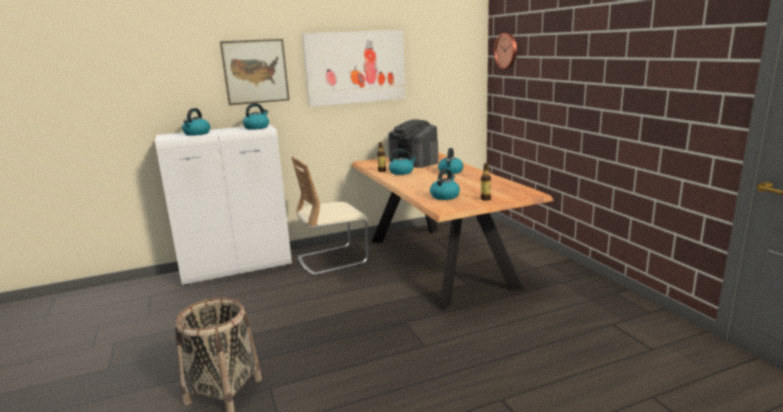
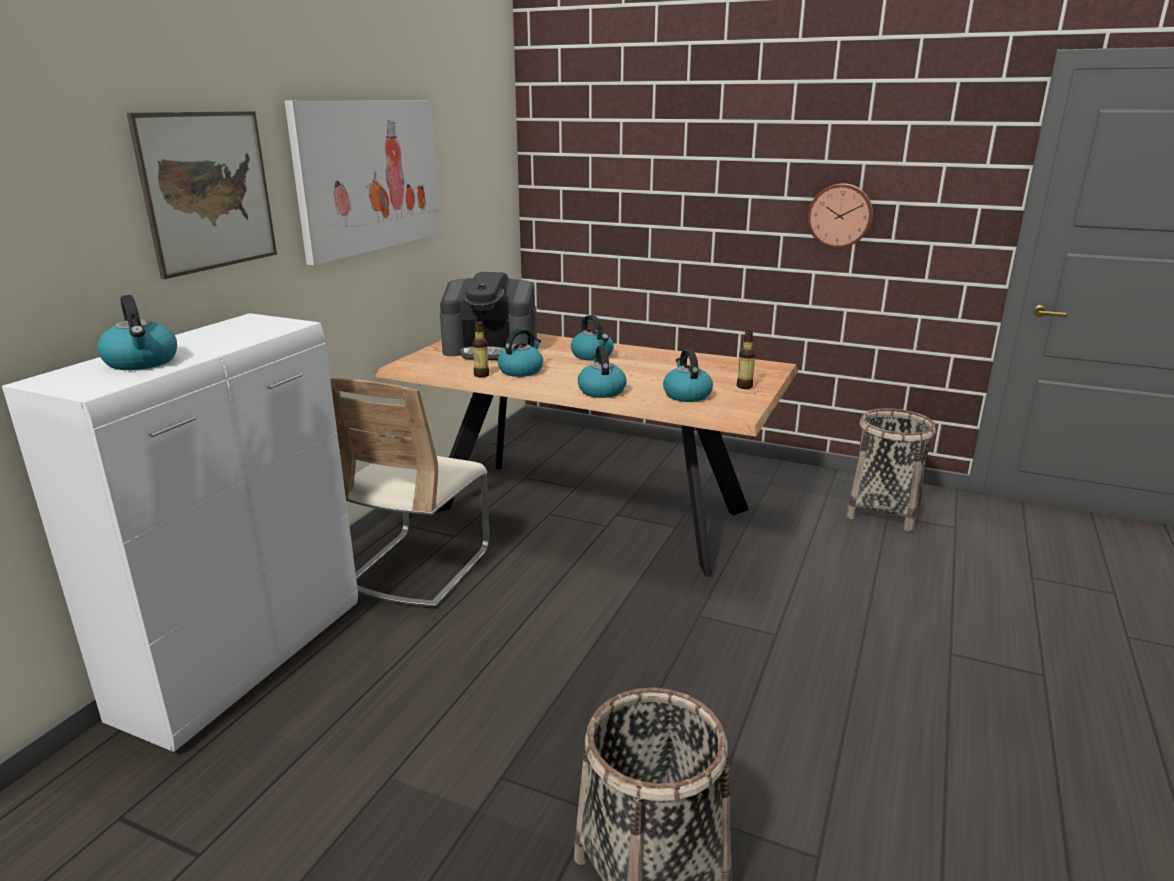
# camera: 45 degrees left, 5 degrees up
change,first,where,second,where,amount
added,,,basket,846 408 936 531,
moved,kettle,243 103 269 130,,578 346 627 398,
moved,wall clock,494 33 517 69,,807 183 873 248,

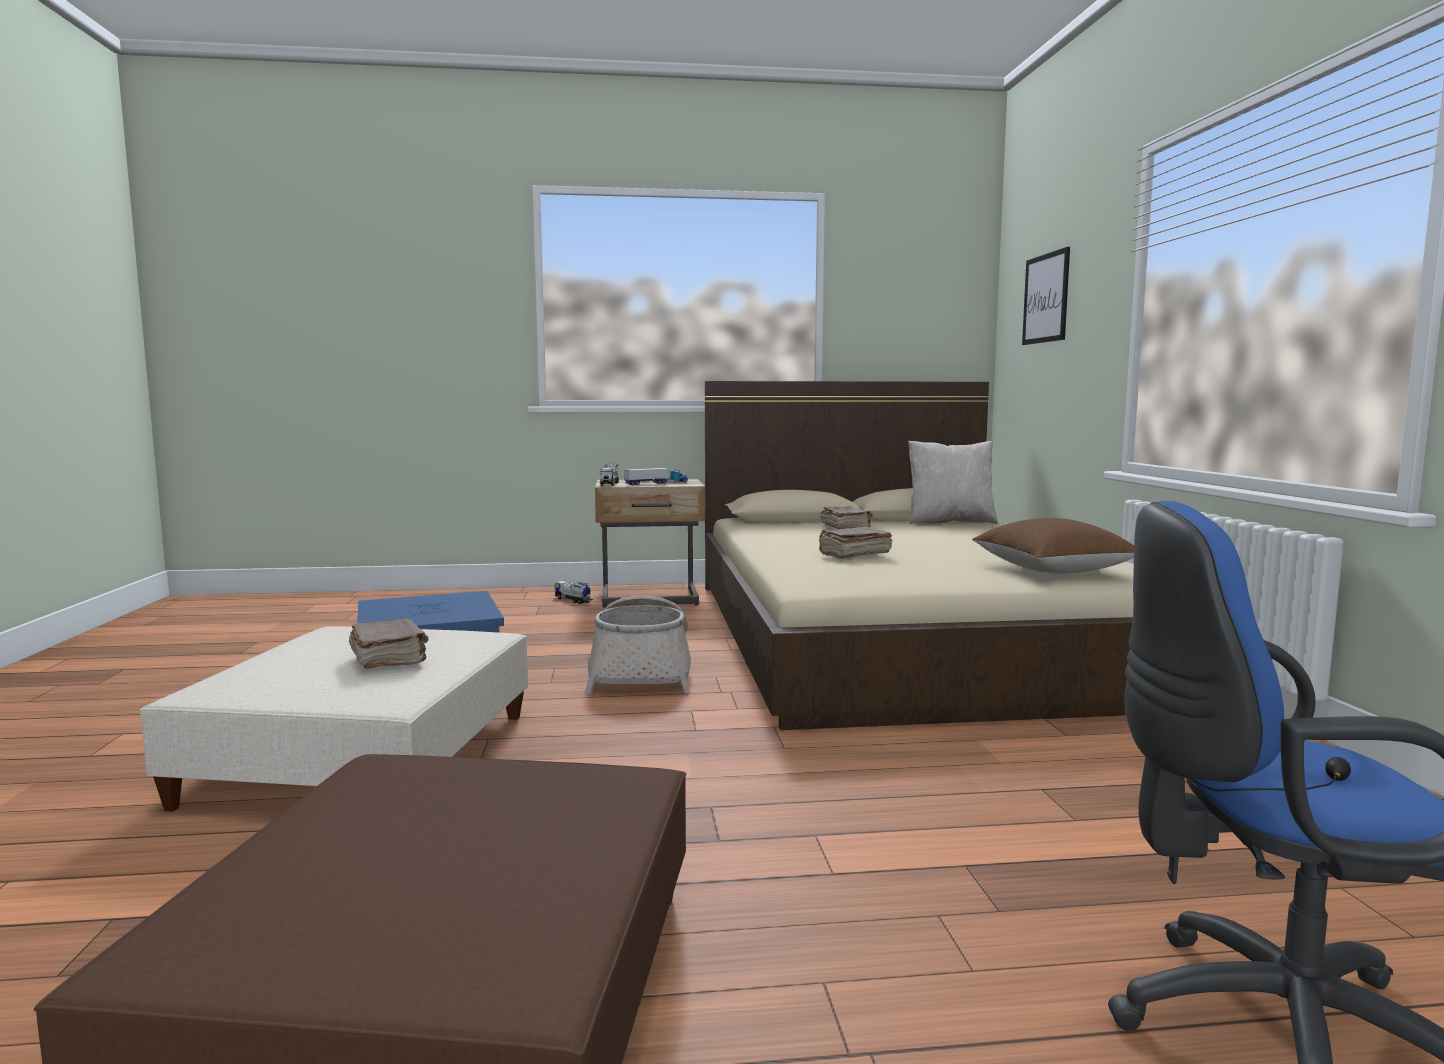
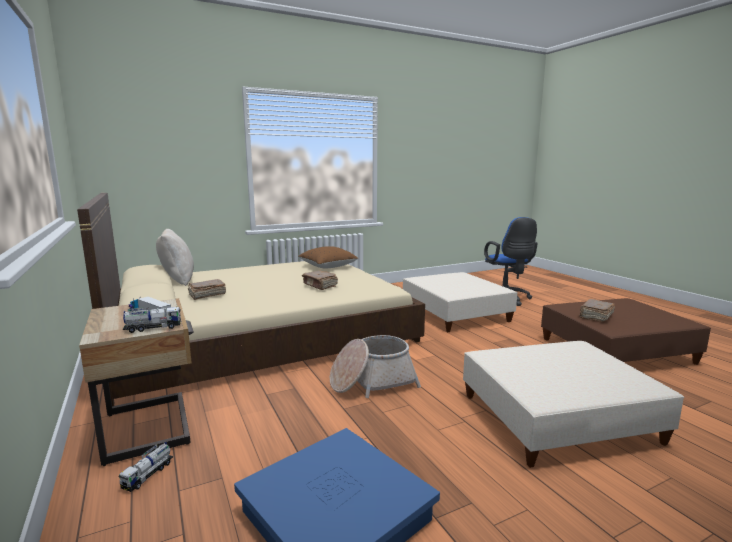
# camera: 110 degrees left, 5 degrees up
change,first,where,second,where,amount
removed,picture,1022 247 1070 345,,,
added,,,ottoman in beige,403 272 518 332,
moved,book in brown,349 618 429 669,,579 299 615 322,

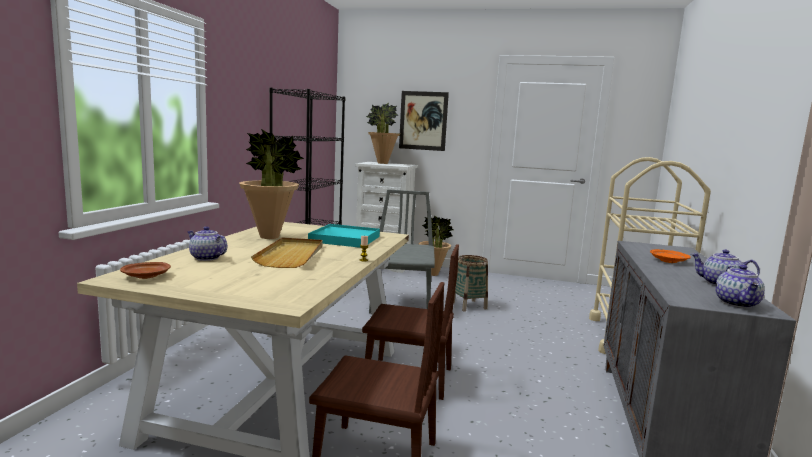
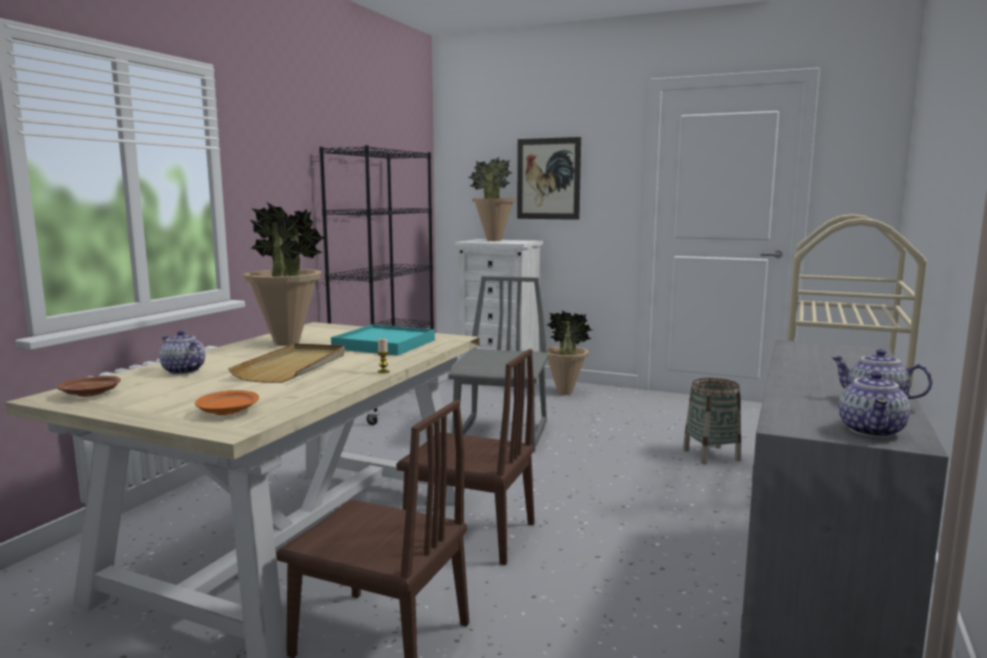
# camera: 10 degrees right, 0 degrees up
change,first,where,second,where,amount
moved,basket,454 255 488 311,,683 378 741 465,
moved,plate in orange,650 249 691 263,,195 390 259 415,

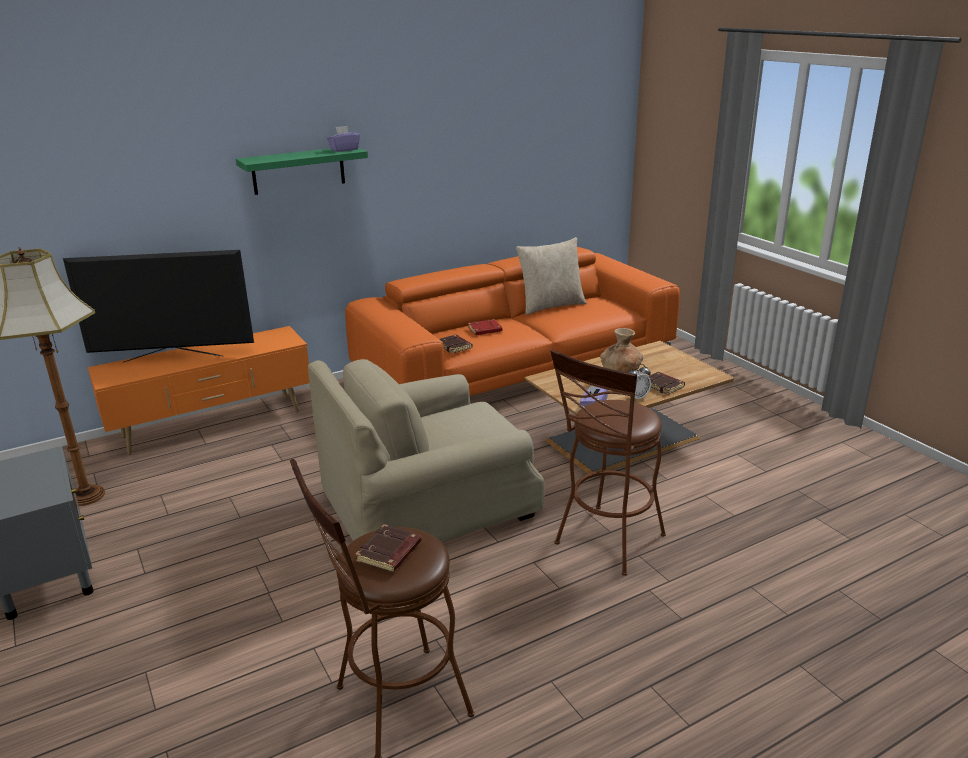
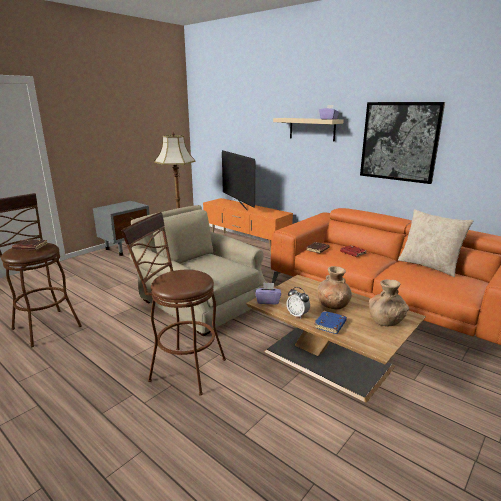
# camera: 70 degrees right, 5 degrees down
change,first,where,second,where,amount
added,,,picture,360 102 445 184,
added,,,vase in brown,369 279 409 326,
recoloured,shelf in green,236 148 368 195,shelf in beige,273 118 344 141,
recoloured,book in brown,649 372 685 395,book in blue,314 311 347 334,

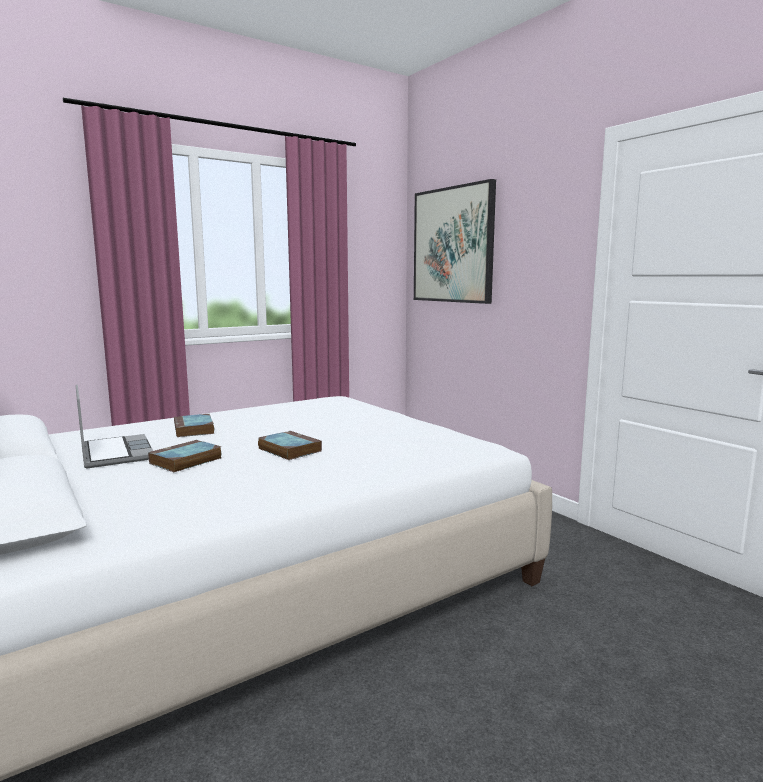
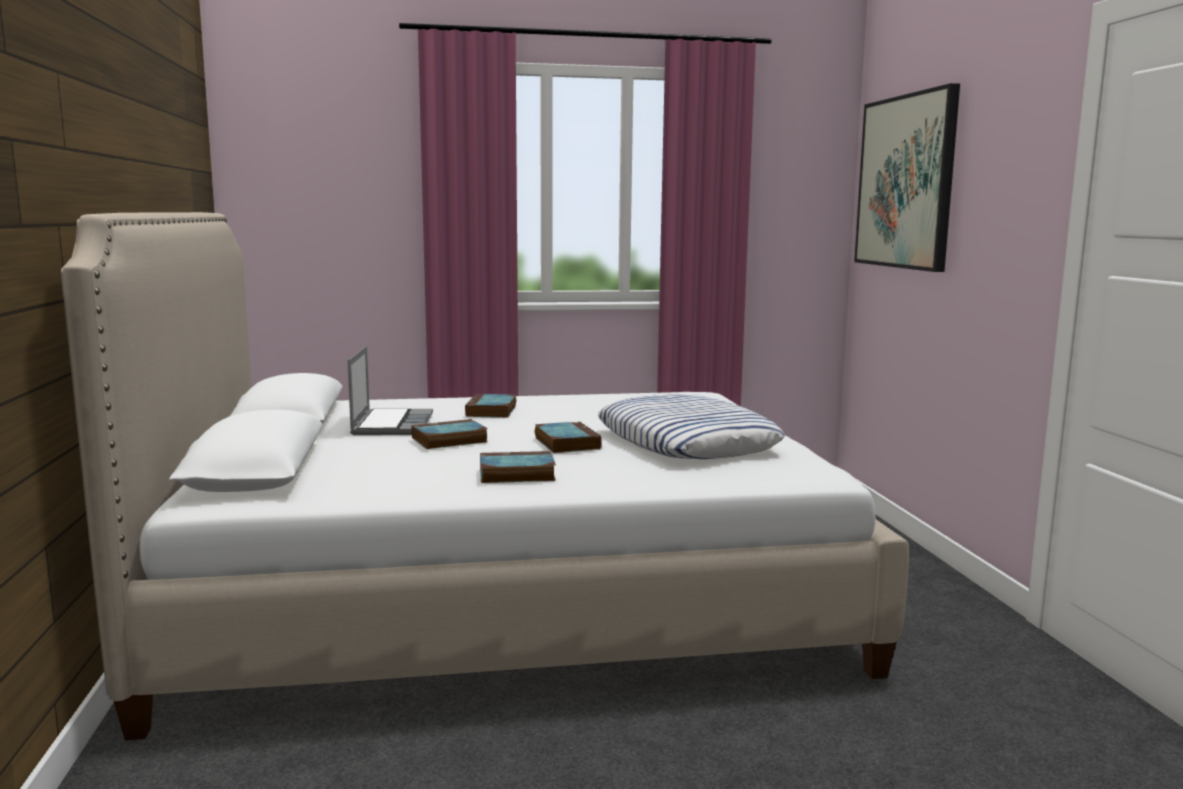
# camera: 25 degrees right, 0 degrees up
change,first,where,second,where,amount
added,,,book,480 451 556 483,
added,,,pillow,598 394 785 459,

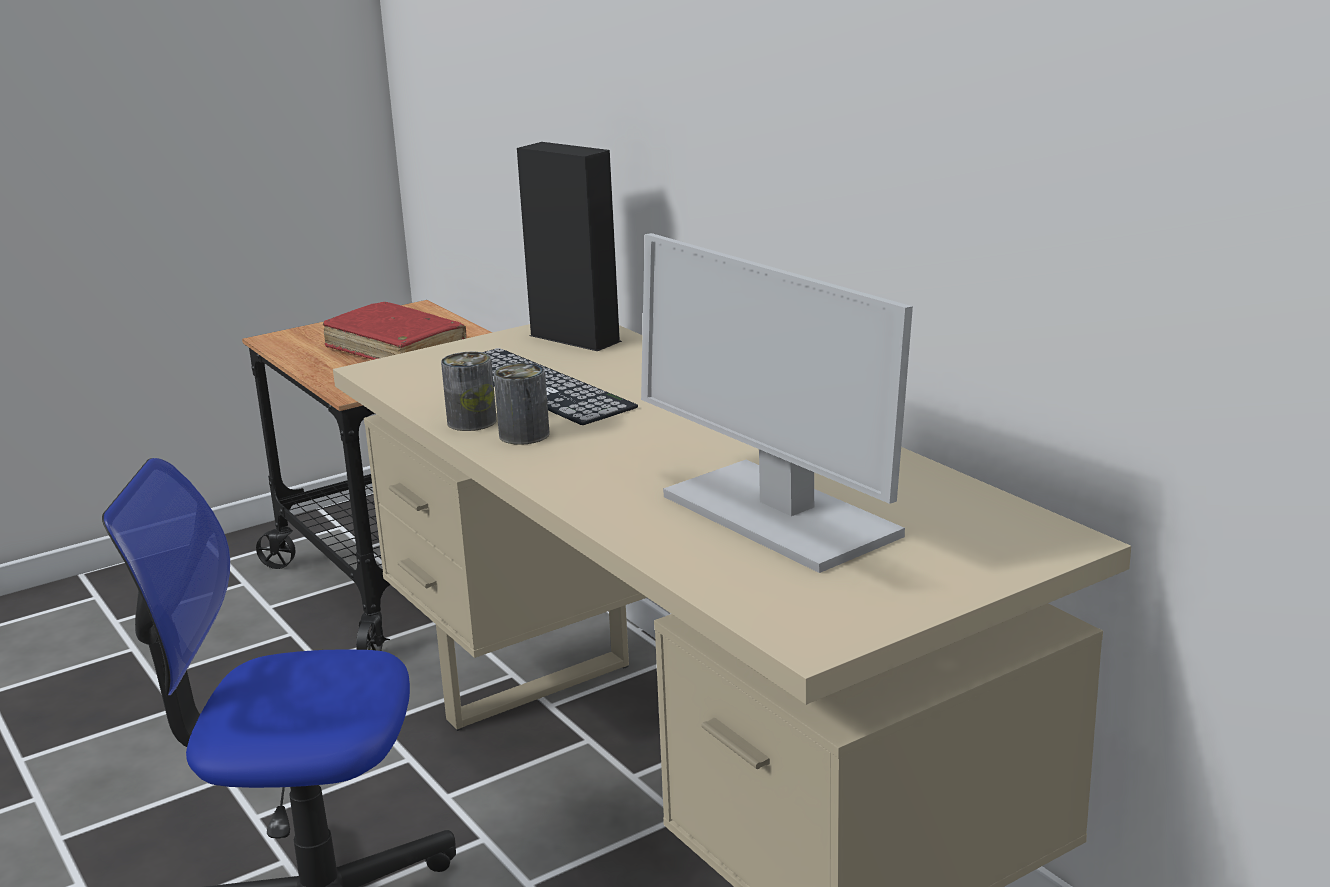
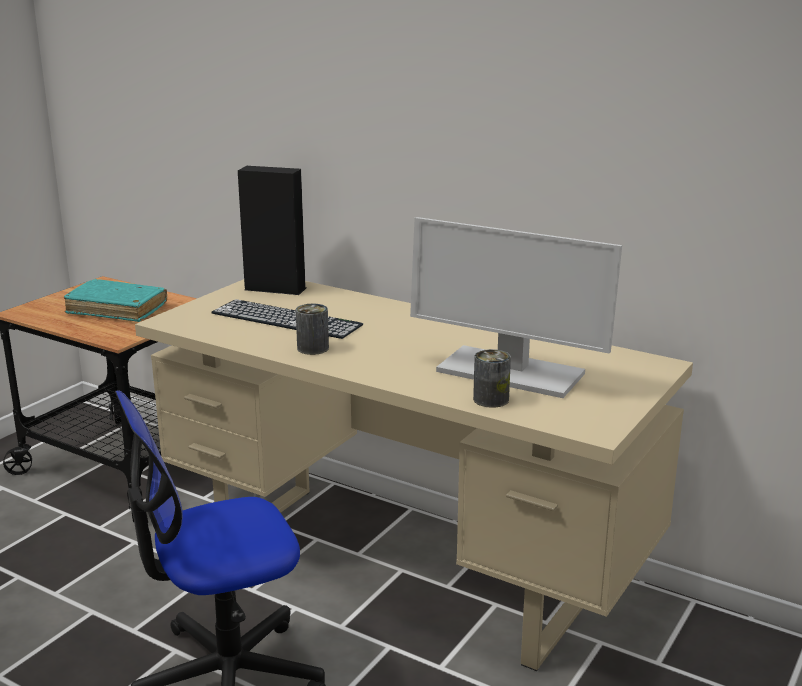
# camera: 25 degrees left, 0 degrees up
change,first,where,second,where,amount
moved,can,441 352 497 431,,473 349 511 408,
recoloured,book in red,323 302 467 360,book in turquoise,64 279 167 322,

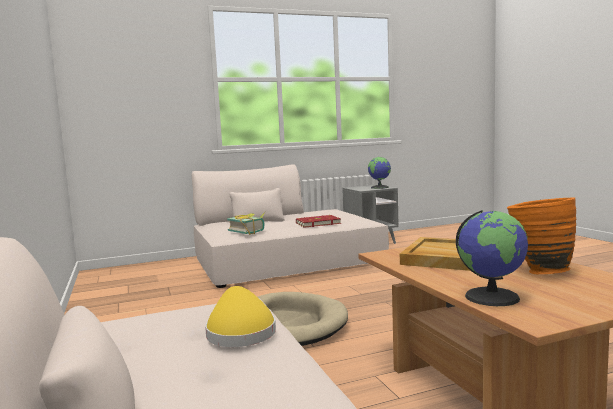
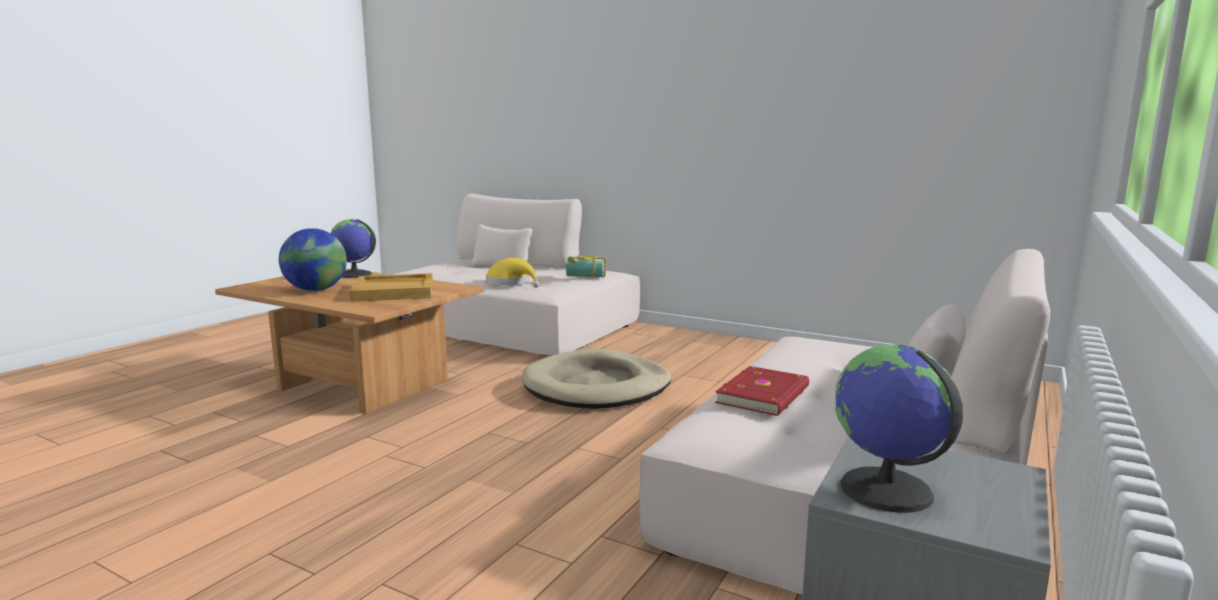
# camera: 140 degrees right, 5 degrees up
change,first,where,second,where,amount
moved,book,227 211 266 235,,566 255 606 278,
replaced,vase in orange,507 197 576 274,globe,279 228 347 291,

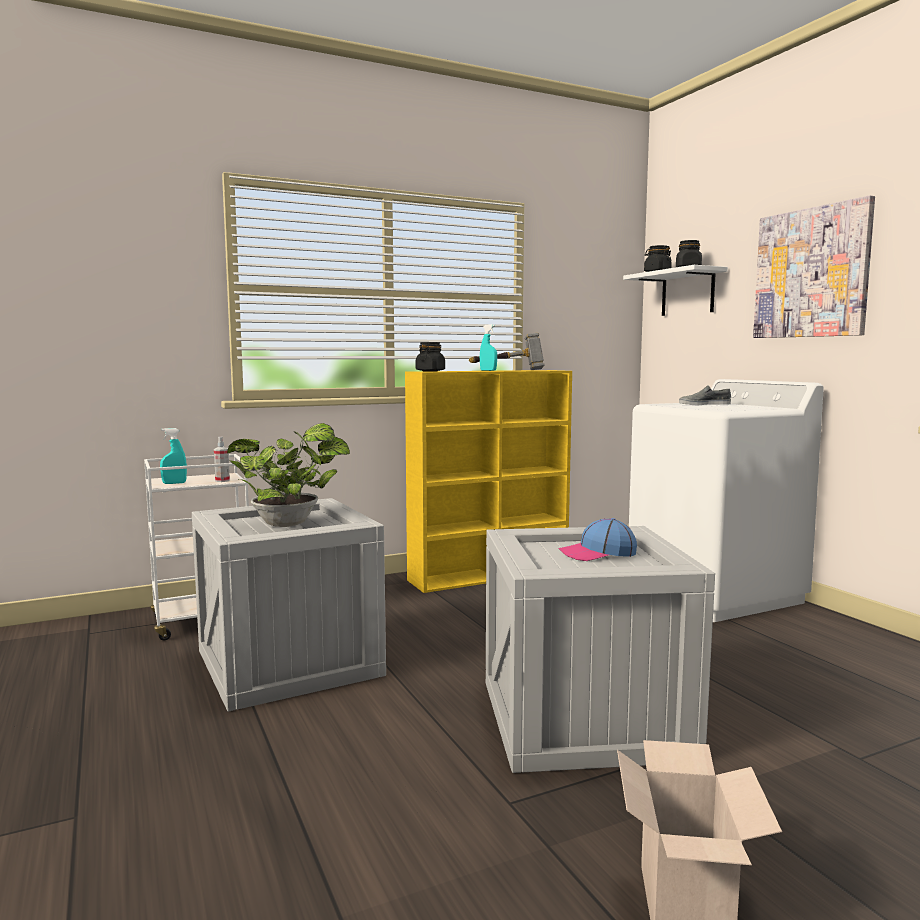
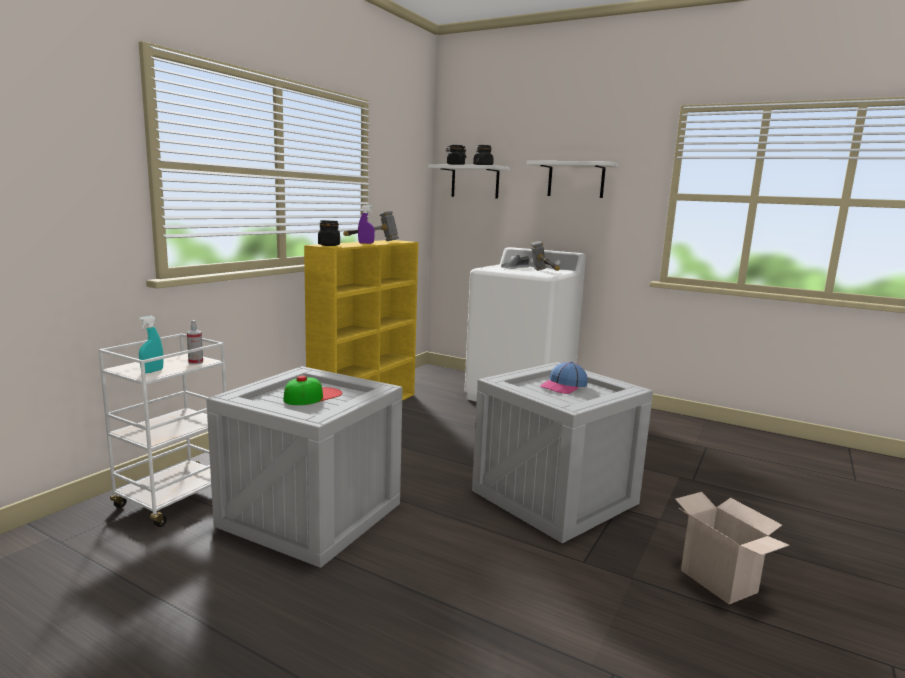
# camera: 35 degrees left, 5 degrees up
change,first,where,second,where,amount
added,,,hammer,531 241 560 271,
replaced,potted plant,227 423 350 527,cap,283 375 342 405,
replaced,picture,753 195 875 338,shelf in white,526 161 618 198,
recoloured,spray bottle in turquoise,480 324 497 371,spray bottle in purple,358 205 375 244,

